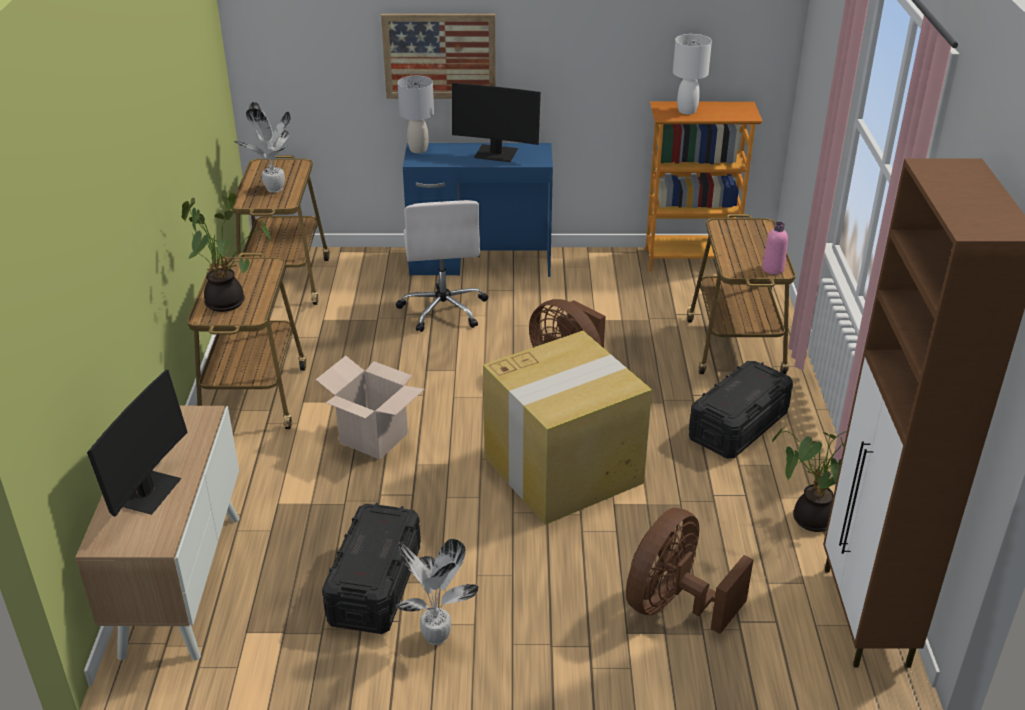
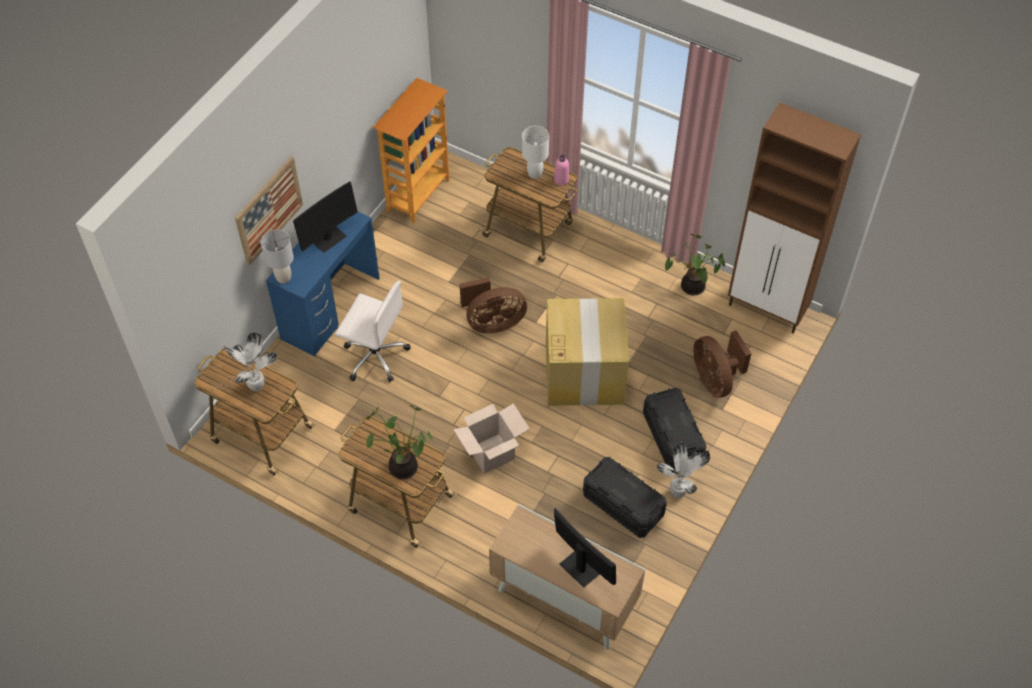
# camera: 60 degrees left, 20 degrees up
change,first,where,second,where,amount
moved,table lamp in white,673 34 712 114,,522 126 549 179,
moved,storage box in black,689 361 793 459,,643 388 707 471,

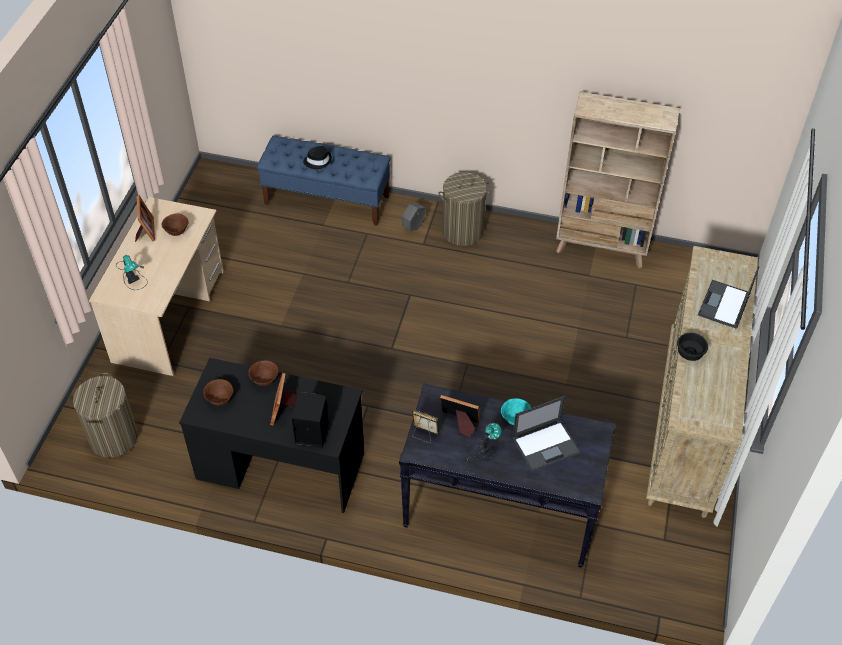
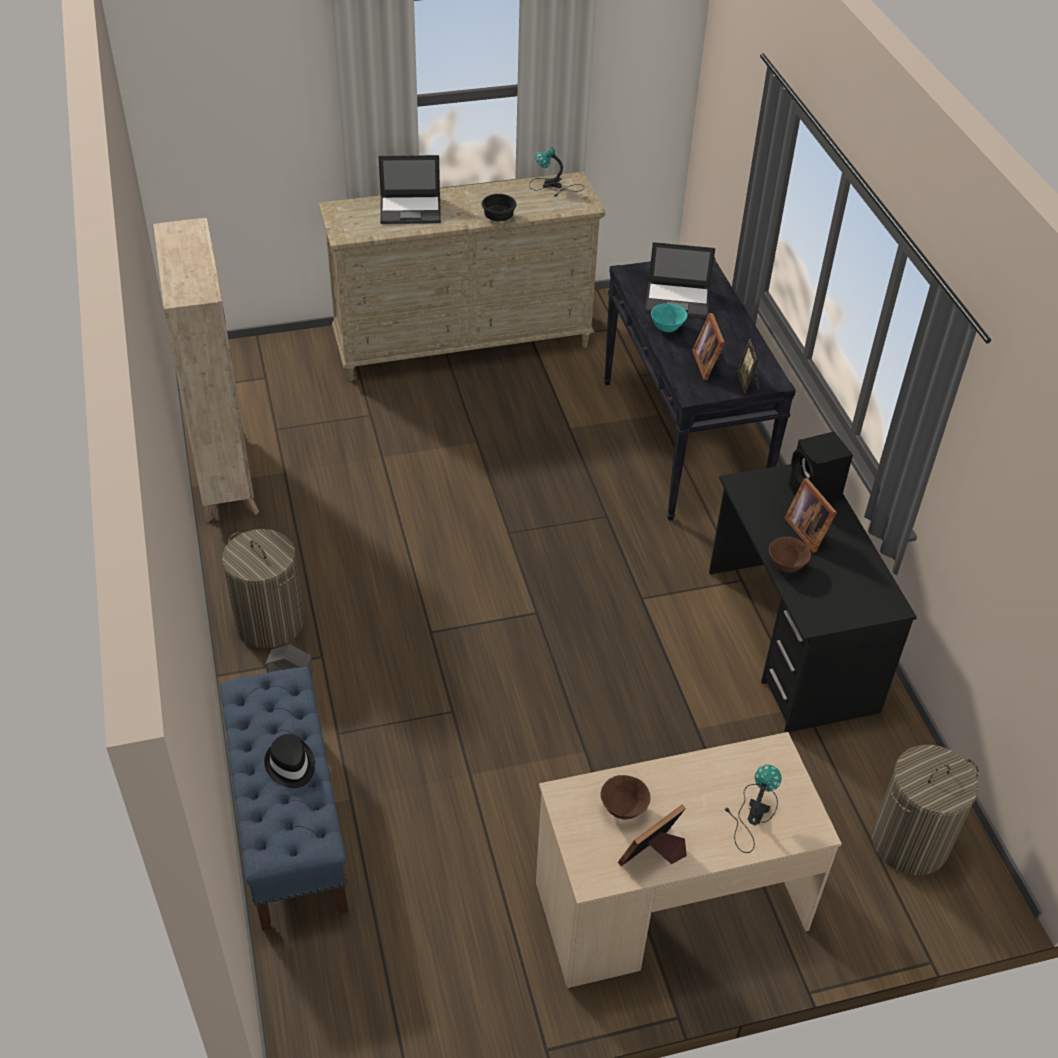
# camera: 120 degrees left, 5 degrees down
change,first,where,second,where,amount
removed,bowl in brown,204 379 233 405,,,
moved,table lamp,465 423 502 474,,529 147 584 197,
turned,picture frame,270 373 297 426,,785 478 837 552,90 degrees clockwise
turned,laptop,512 396 581 472,,645 242 715 318,150 degrees clockwise

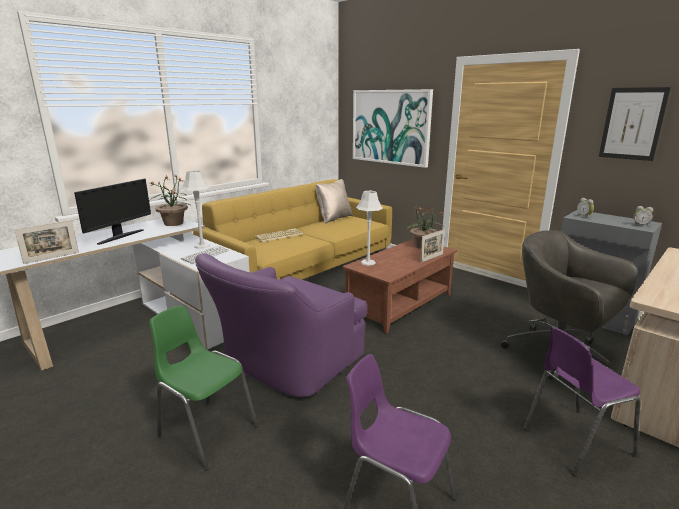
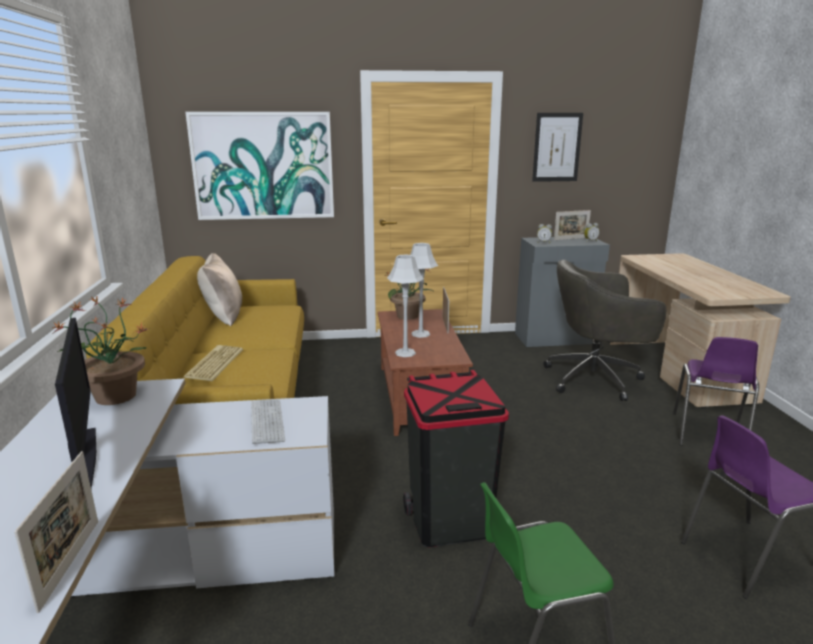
# camera: 50 degrees left, 0 degrees up
change,first,where,second,where,amount
added,,,picture frame,554 210 591 240,
moved,table lamp in grey,181 170 210 249,,410 243 438 338,
replaced,armchair in purple,195 253 367 397,trash can in black,403 370 509 547,

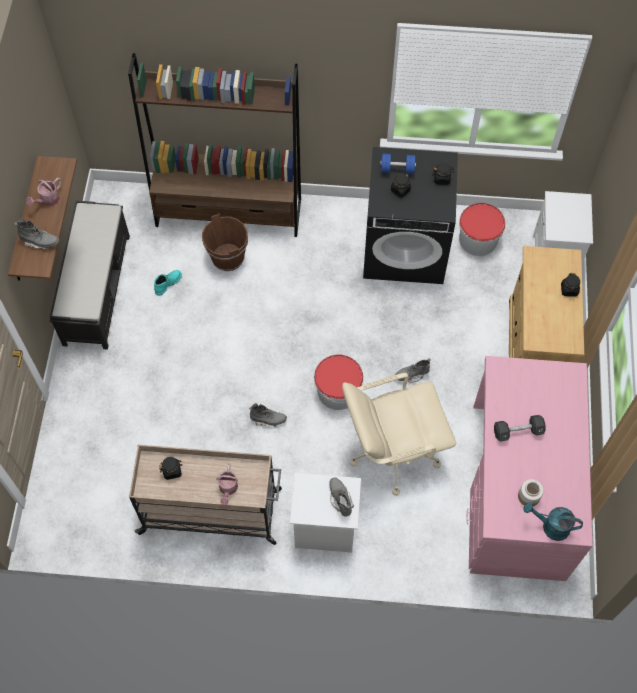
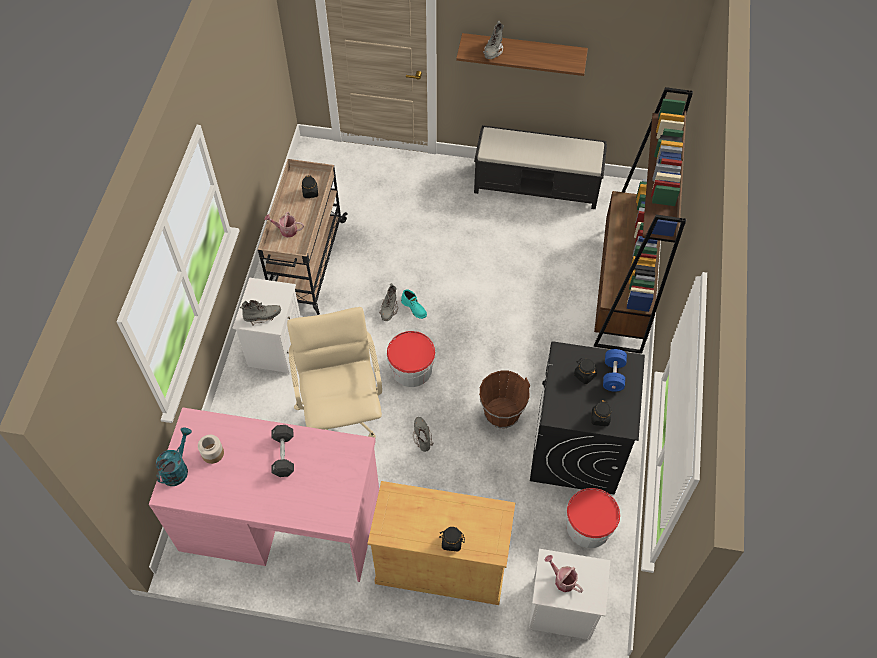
# camera: 95 degrees right, 5 degrees down
change,first,where,second,where,amount
moved,watering can,26 178 61 206,,544 555 583 593,
moved,boot in turquoise,154 270 182 296,,401 289 427 319,
moved,bucket in brown,202 213 248 271,,479 371 530 428,

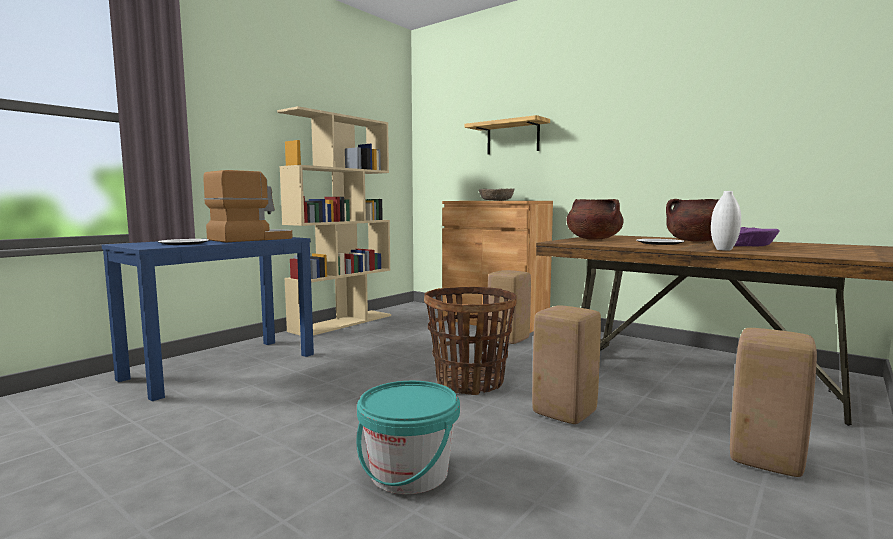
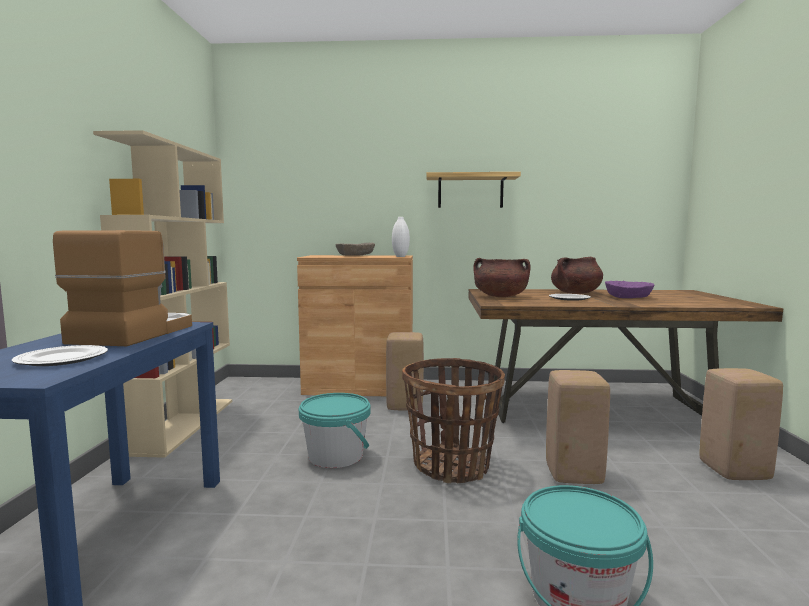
# camera: 35 degrees left, 0 degrees up
change,first,where,second,where,amount
added,,,bucket in turquoise,299 393 371 468,
moved,shelf,465 115 550 154,,426 172 521 208,
moved,vase in white,711 191 741 251,,392 217 410 257,

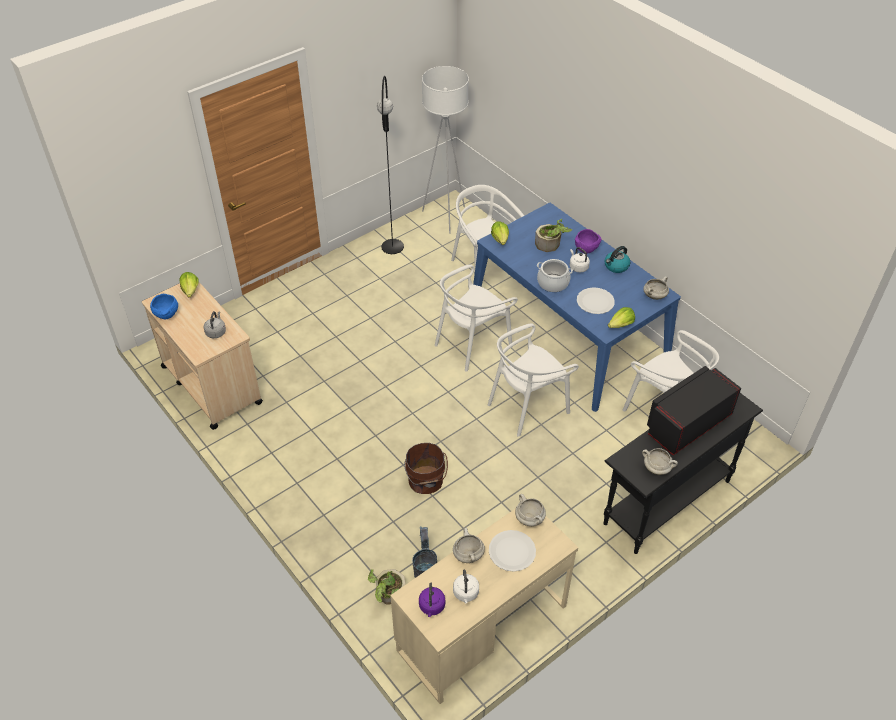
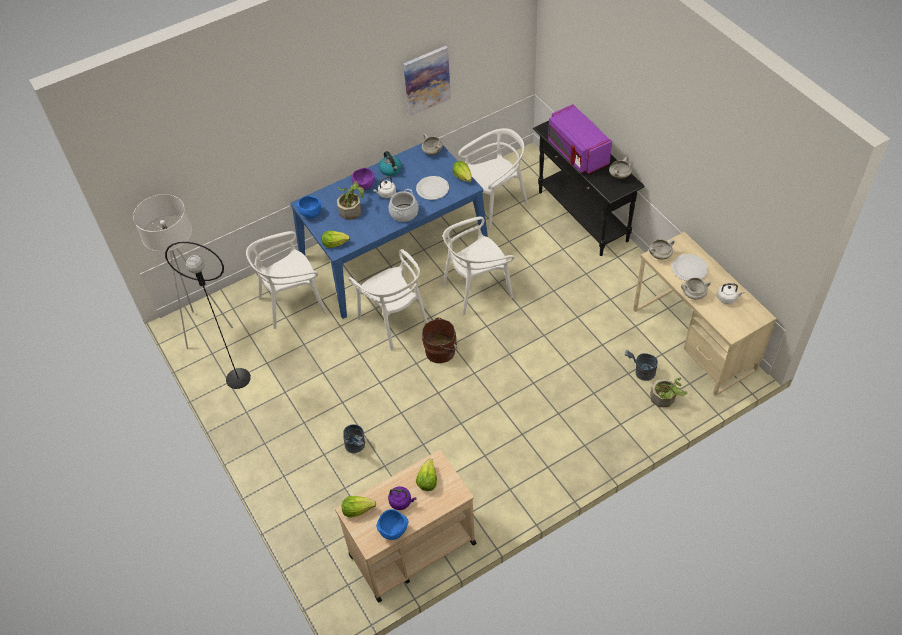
# camera: 80 degrees left, 5 degrees up
change,first,where,second,where,amount
added,,,bowl in blue,296 196 321 218,
added,,,bucket in grey,343 424 365 453,
added,,,picture,403 46 451 117,
moved,bucket in brown,404 443 448 494,,422 318 457 363,
moved,kettle in purple,419 583 445 617,,388 486 416 510,
replaced,kettle in grey,204 311 226 338,lettuce,416 459 437 491,
recoloured,microwave in black,647 366 741 455,microwave in purple,548 104 612 174,
turned,chair in white,488 324 579 437,,442 217 514 315,90 degrees clockwise

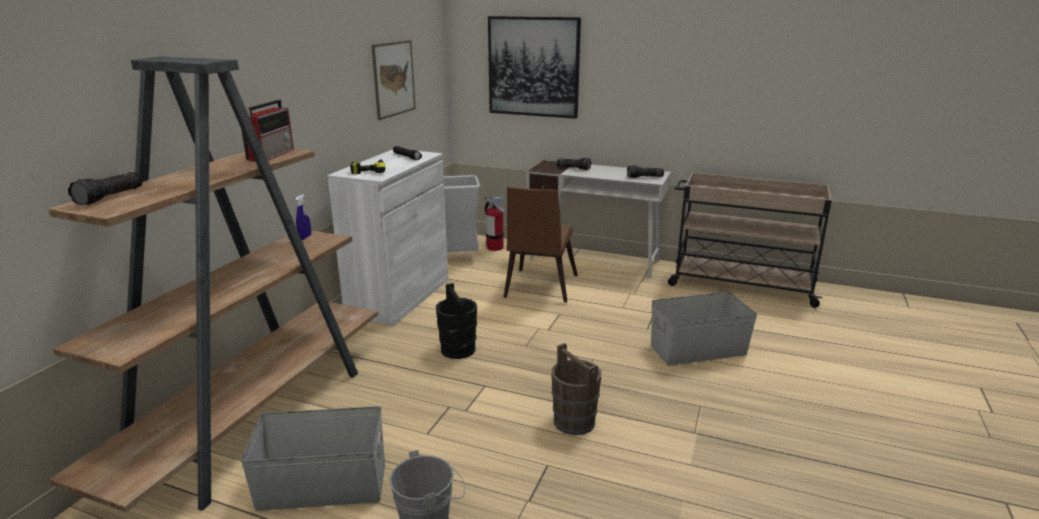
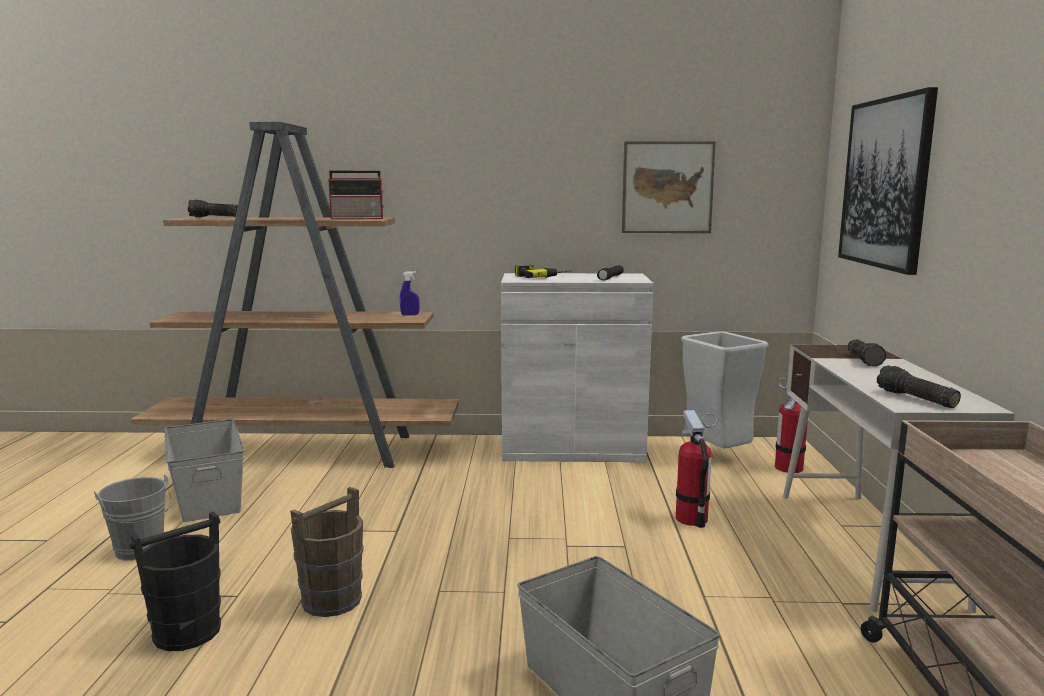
# camera: 70 degrees right, 10 degrees down
change,first,where,second,where,amount
moved,bucket in black,436 283 477 359,,130 511 221 651,
replaced,chair in brown,503 187 578 303,fire extinguisher,676 410 717 528,

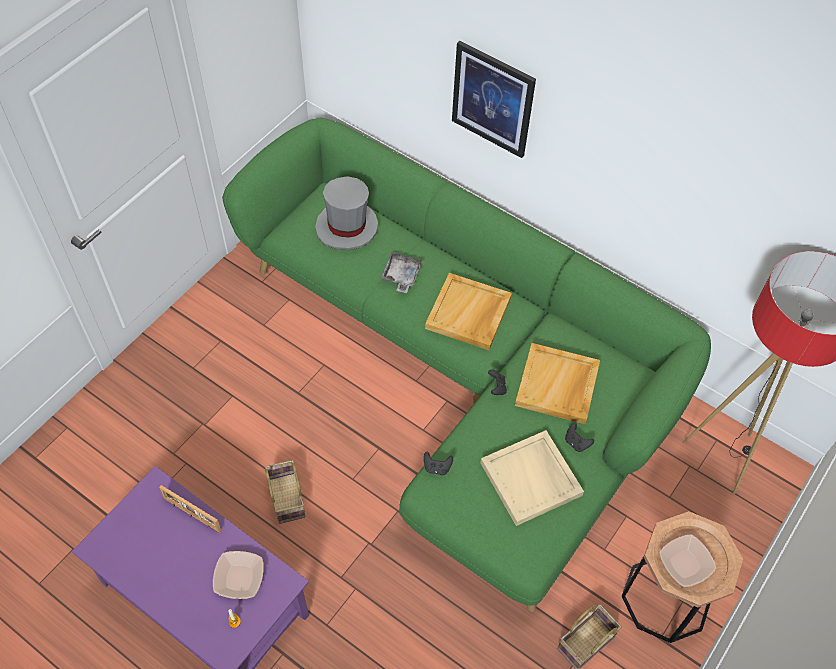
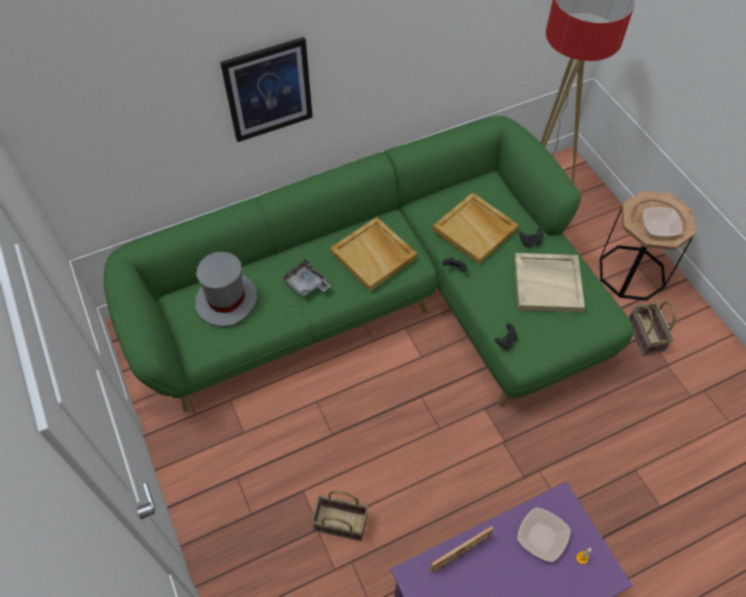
# camera: 60 degrees left, 0 degrees up
change,first,where,second,where,amount
moved,basket,265 460 305 524,,311 491 368 541,

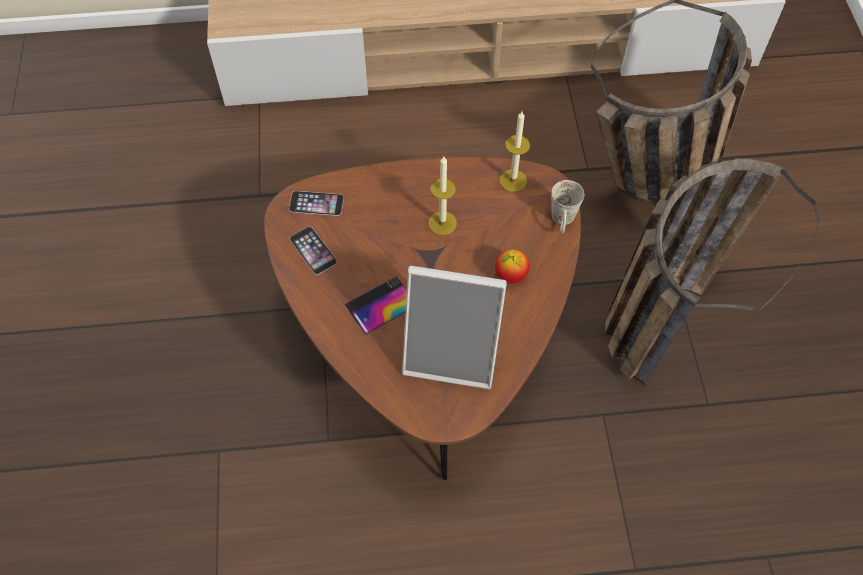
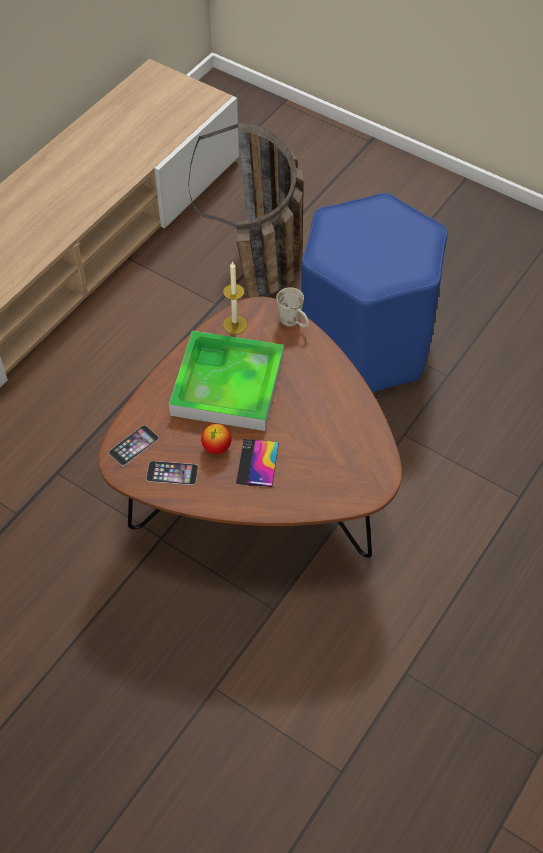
# camera: 50 degrees left, 5 degrees down
change,first,where,second,where,amount
removed,picture frame,402 266 507 389,,,
moved,apple,495 249 529 284,,201 424 231 454,
replaced,candle,428 157 457 235,tray,169 331 284 431,
replaced,basket,605 158 819 385,stool in blue,301 193 447 392,

